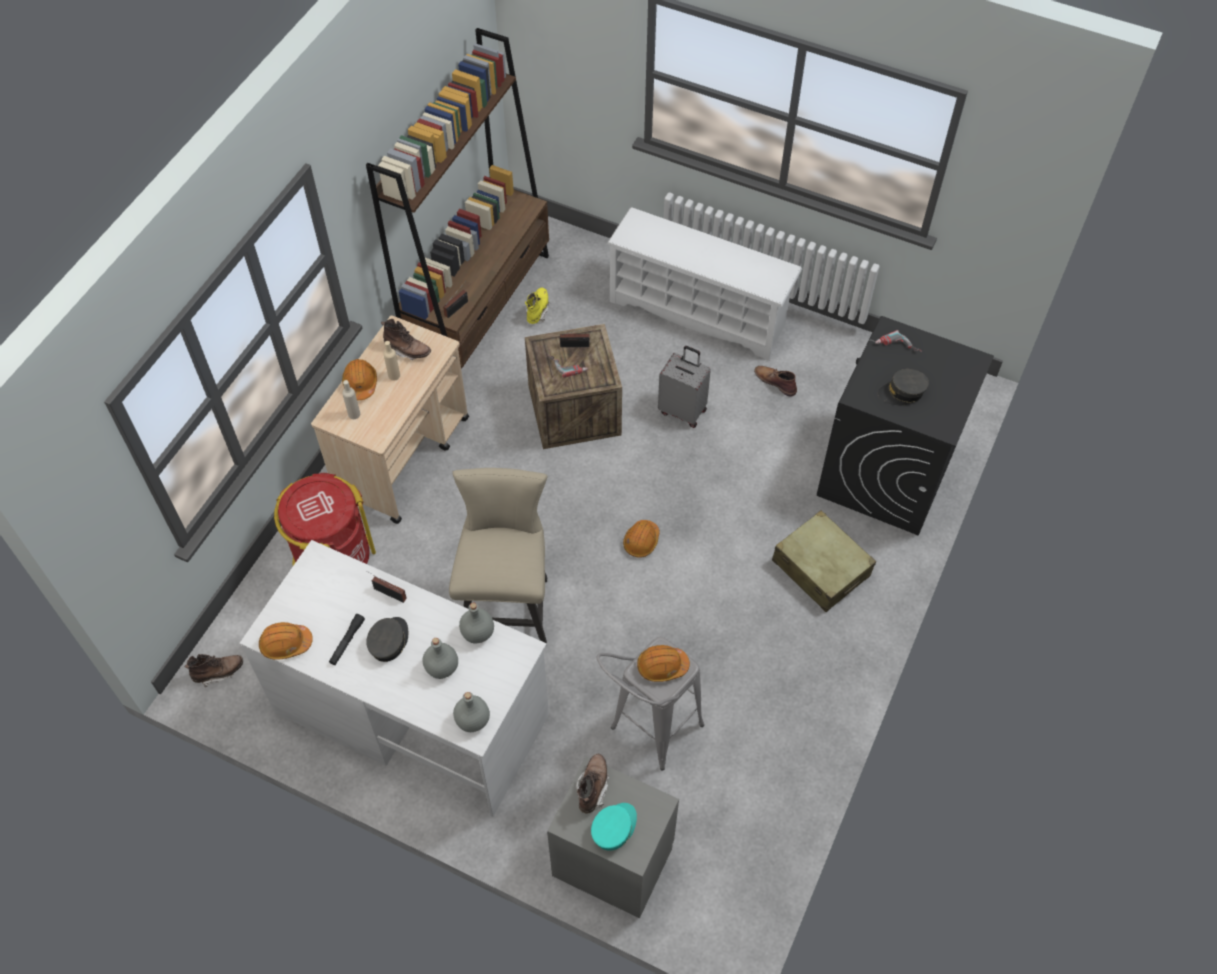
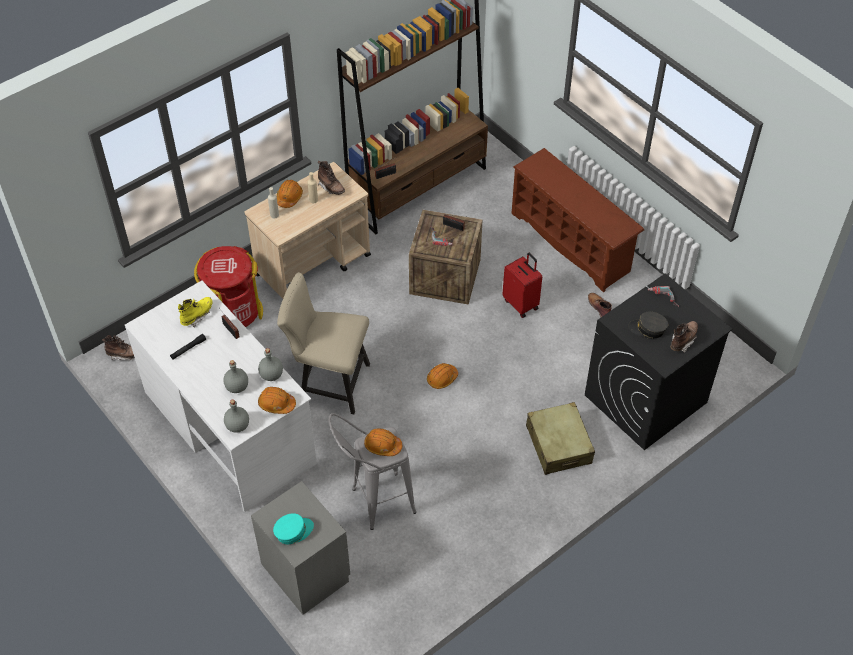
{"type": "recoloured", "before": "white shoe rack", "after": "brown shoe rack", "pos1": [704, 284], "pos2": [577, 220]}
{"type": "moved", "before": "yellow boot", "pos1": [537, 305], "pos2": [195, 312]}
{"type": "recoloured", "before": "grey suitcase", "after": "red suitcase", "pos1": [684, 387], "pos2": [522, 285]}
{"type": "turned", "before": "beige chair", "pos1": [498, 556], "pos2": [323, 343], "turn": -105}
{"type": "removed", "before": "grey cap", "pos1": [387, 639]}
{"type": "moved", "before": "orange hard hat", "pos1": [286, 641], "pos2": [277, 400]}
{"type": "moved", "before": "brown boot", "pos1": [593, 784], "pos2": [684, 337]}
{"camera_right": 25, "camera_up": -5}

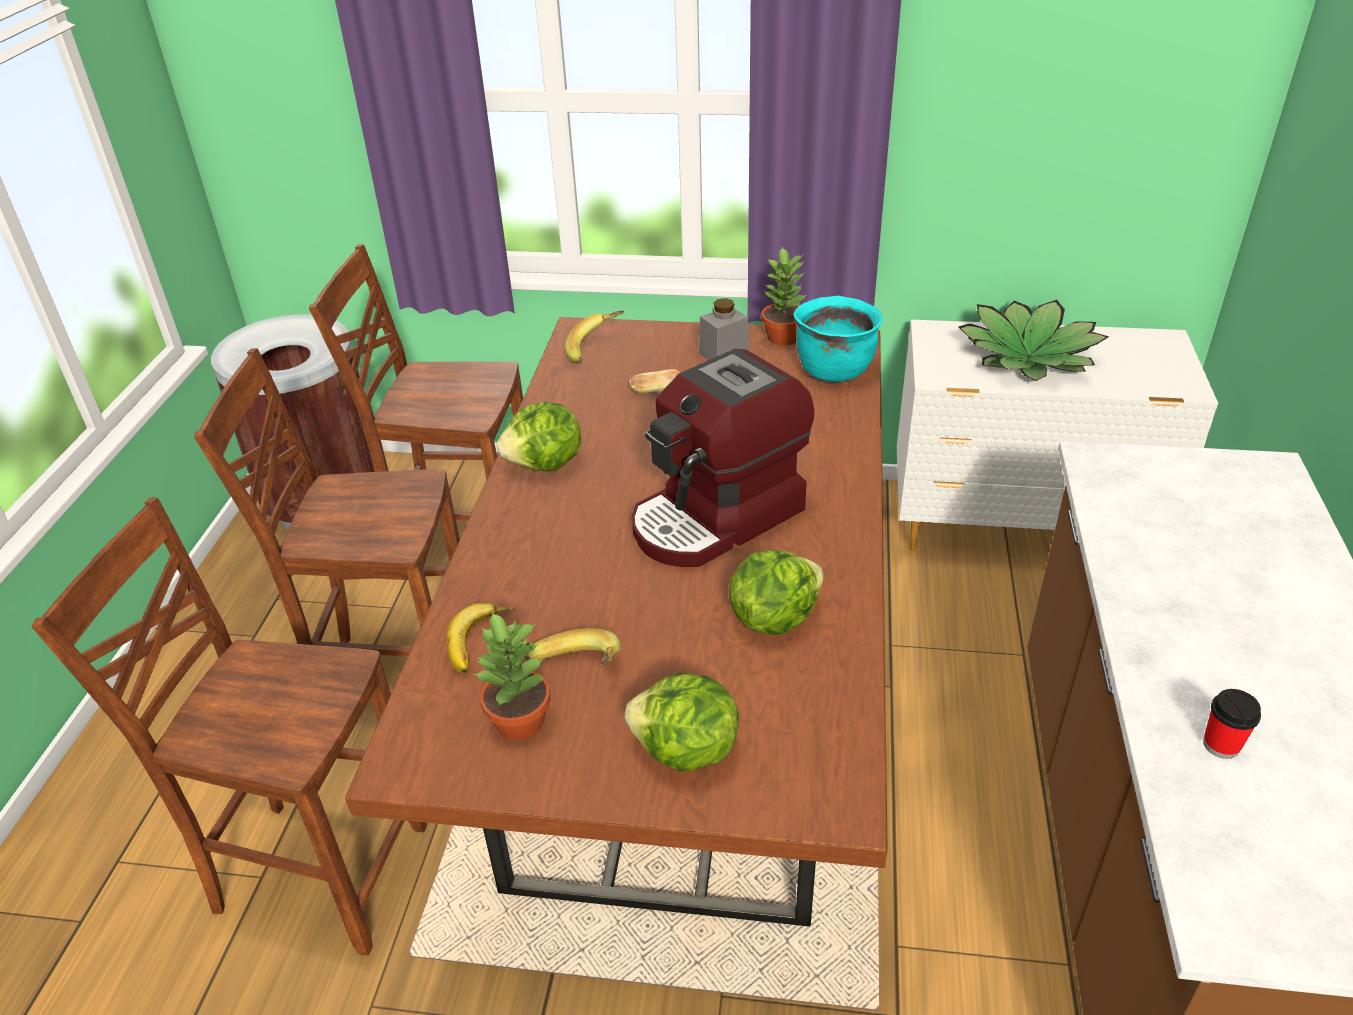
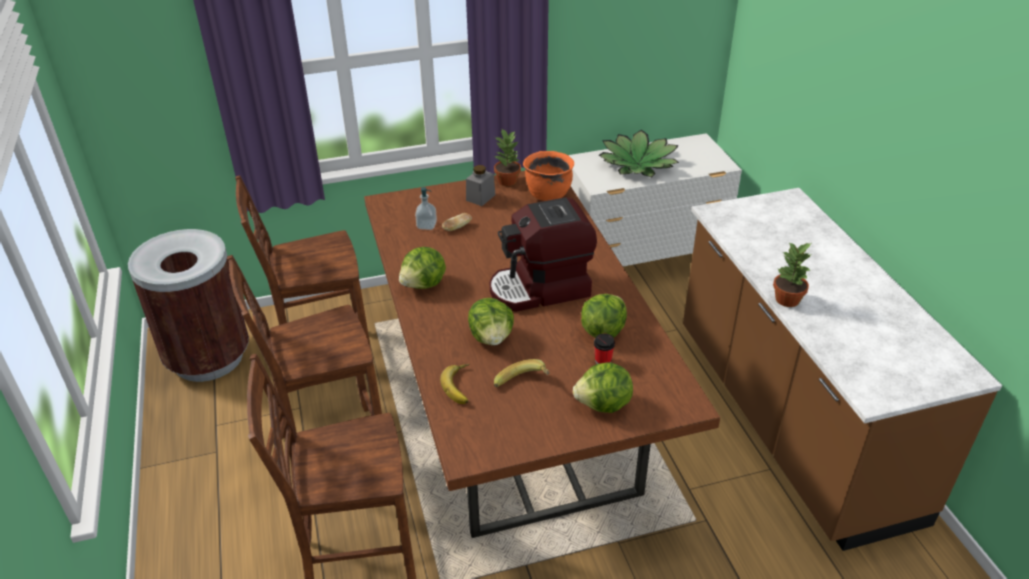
{"type": "recoloured", "before": "turquoise cooking pot", "after": "orange cooking pot", "pos1": [837, 339], "pos2": [548, 176]}
{"type": "removed", "before": "banana", "pos1": [594, 336]}
{"type": "turned", "before": "coffee machine", "pos1": [723, 458], "pos2": [543, 254], "turn": 45}
{"type": "moved", "before": "potted plant", "pos1": [512, 675], "pos2": [792, 274]}
{"type": "moved", "before": "cup", "pos1": [1232, 724], "pos2": [604, 348]}
{"type": "added", "after": "soap dispenser", "pos2": [426, 208]}
{"type": "added", "after": "lettuce", "pos2": [491, 321]}
{"camera_right": -25, "camera_up": 0}

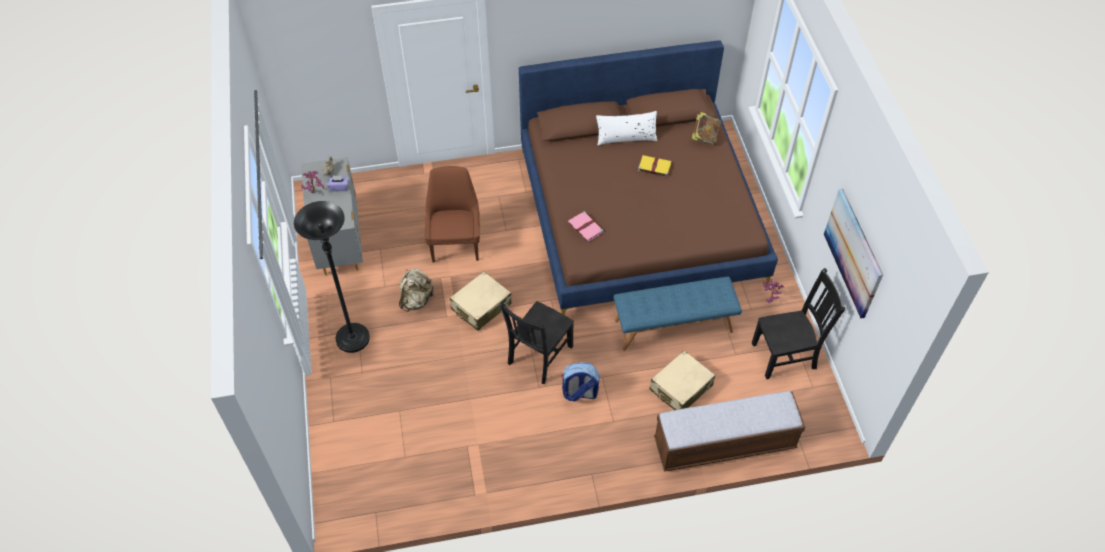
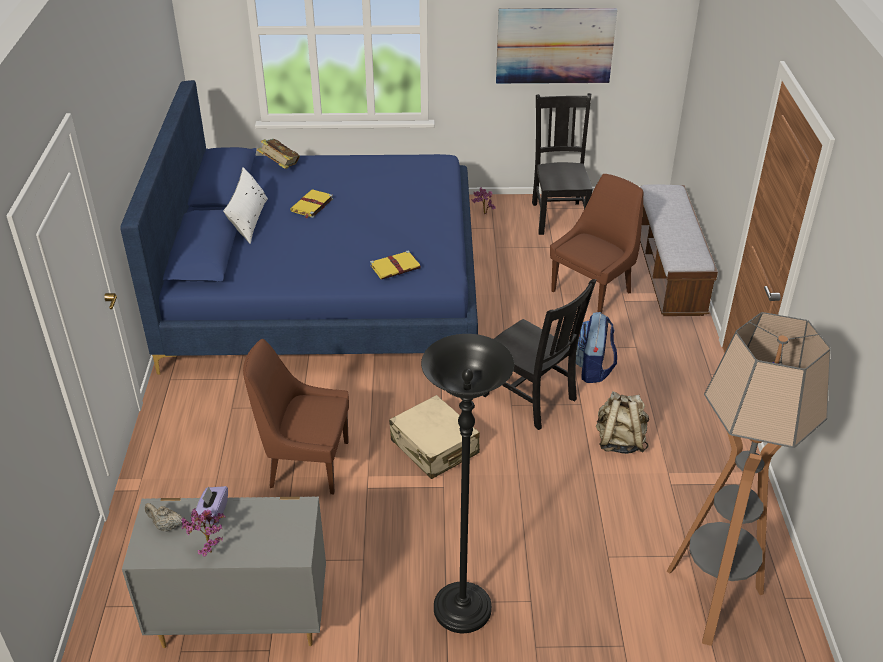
{"type": "recoloured", "before": "brown bed", "after": "blue bed", "pos1": [648, 177], "pos2": [299, 227]}
{"type": "recoloured", "before": "pink book", "after": "yellow book", "pos1": [585, 226], "pos2": [395, 265]}
{"type": "moved", "before": "beige backpack", "pos1": [416, 290], "pos2": [622, 422]}
{"type": "removed", "before": "blue bench", "pos1": [678, 314]}
{"type": "replaced", "before": "beige suitcase", "after": "brown chair", "pos1": [682, 380], "pos2": [596, 243]}
{"type": "added", "after": "floor lamp", "pos2": [749, 479]}
{"camera_right": -80, "camera_up": -15}

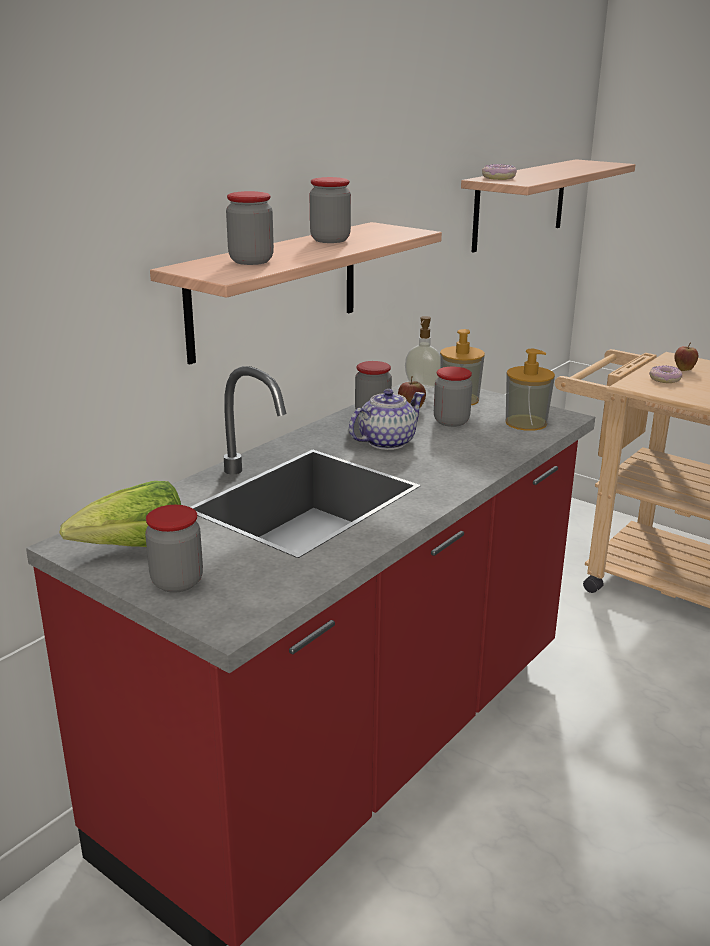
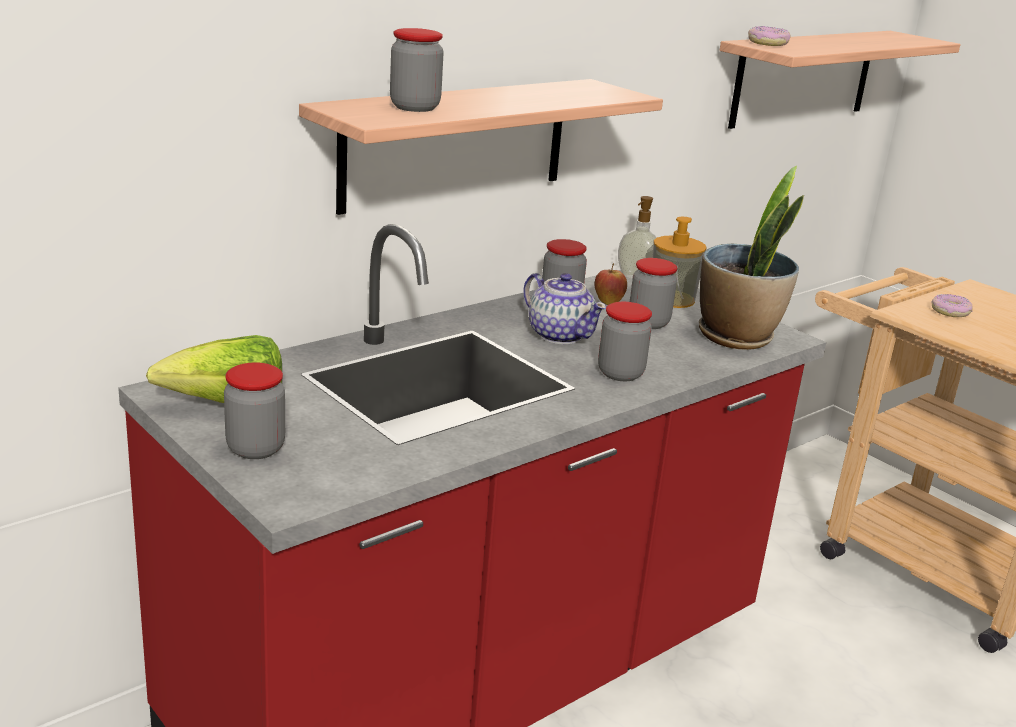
{"type": "moved", "before": "jar", "pos1": [330, 210], "pos2": [625, 341]}
{"type": "removed", "before": "apple", "pos1": [686, 356]}
{"type": "replaced", "before": "soap dispenser", "after": "potted plant", "pos1": [530, 390], "pos2": [751, 258]}
{"type": "turned", "before": "teapot", "pos1": [387, 419], "pos2": [565, 308], "turn": 75}
{"camera_right": 10, "camera_up": 0}

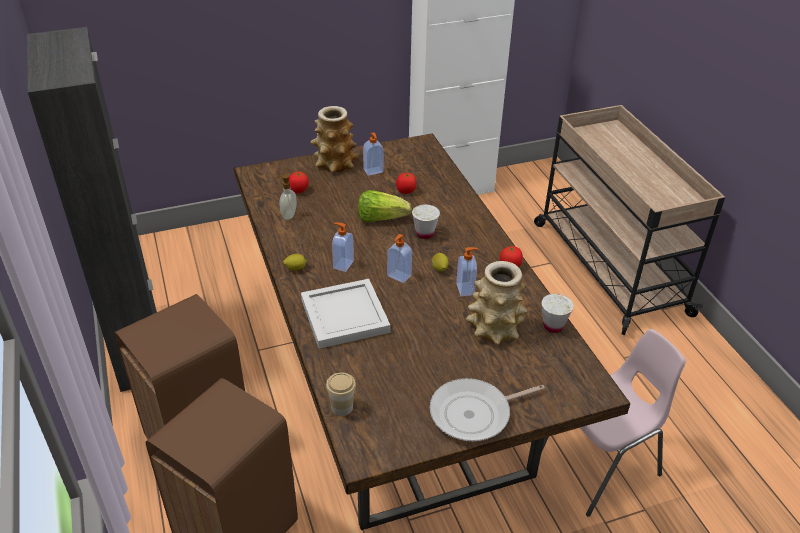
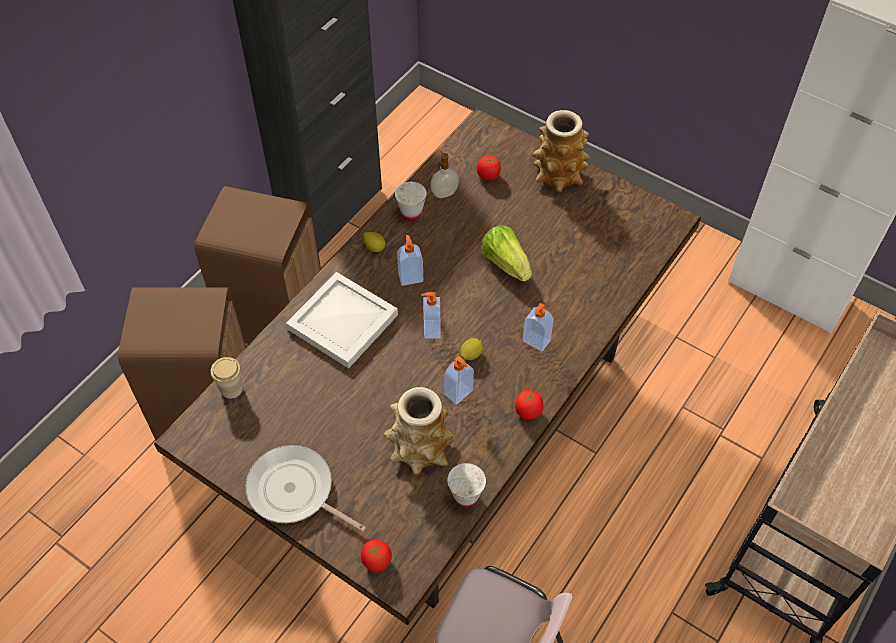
{"type": "moved", "before": "soap dispenser", "pos1": [373, 154], "pos2": [538, 327]}
{"type": "moved", "before": "tomato", "pos1": [406, 183], "pos2": [376, 556]}
{"type": "moved", "before": "white cup", "pos1": [426, 222], "pos2": [411, 201]}
{"camera_right": 55, "camera_up": 15}

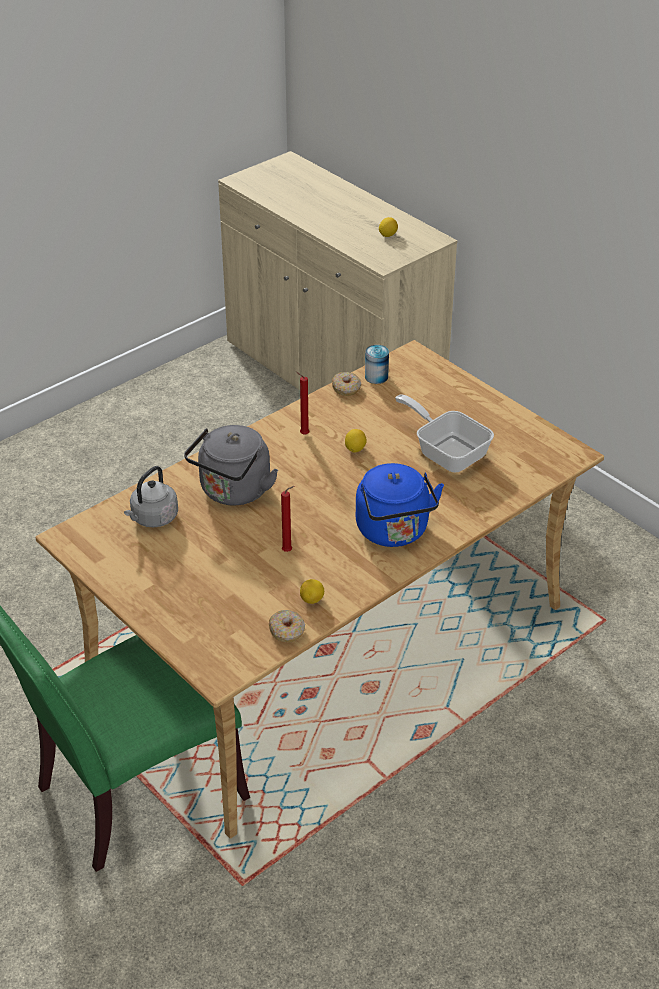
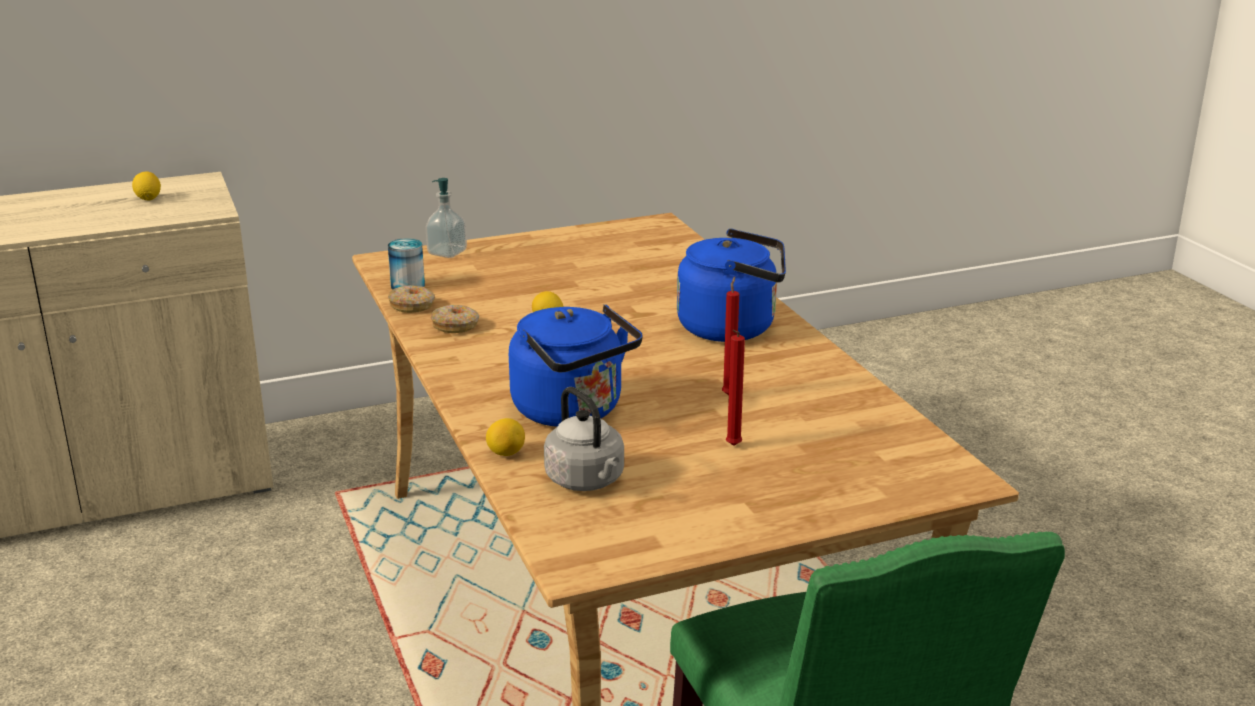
{"type": "moved", "before": "red candle", "pos1": [302, 403], "pos2": [735, 388]}
{"type": "removed", "before": "frying pan", "pos1": [444, 433]}
{"type": "recoloured", "before": "grey kettle", "after": "blue kettle", "pos1": [231, 465], "pos2": [575, 365]}
{"type": "moved", "before": "lemon", "pos1": [312, 591], "pos2": [505, 437]}
{"type": "moved", "before": "donut", "pos1": [287, 626], "pos2": [455, 319]}
{"type": "added", "after": "soap dispenser", "pos2": [446, 218]}
{"camera_right": -70, "camera_up": -15}

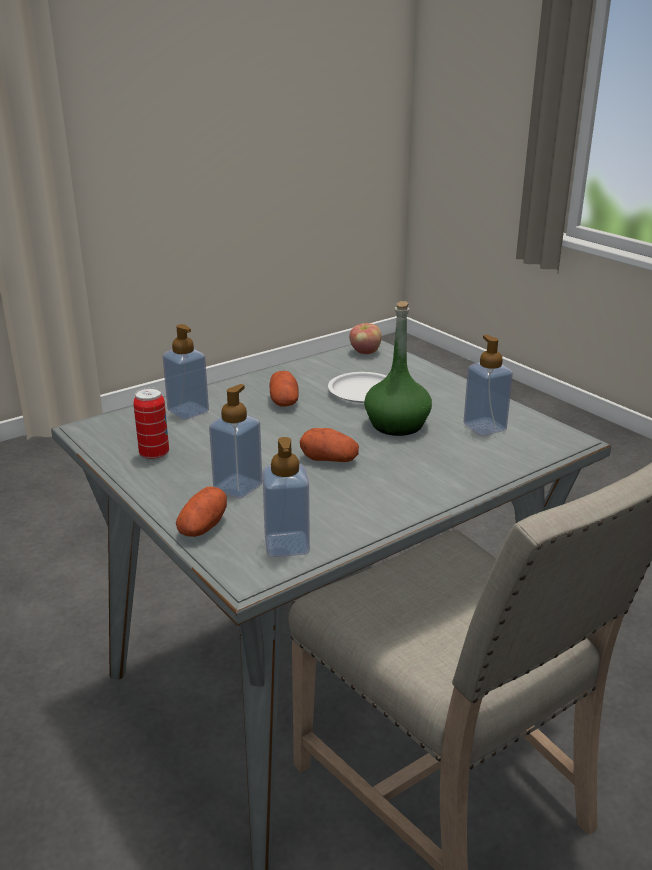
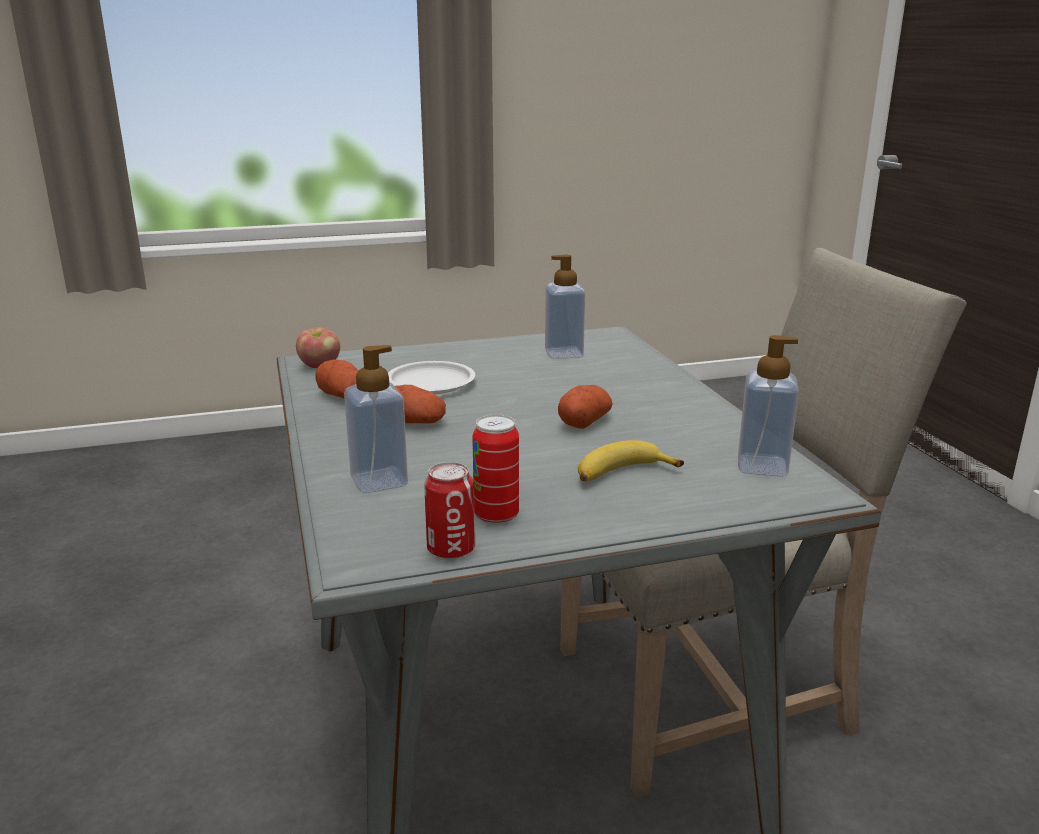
{"type": "removed", "before": "green bottle", "pos1": [398, 368]}
{"type": "replaced", "before": "soap dispenser", "after": "banana", "pos1": [235, 441], "pos2": [631, 460]}
{"type": "moved", "before": "potato", "pos1": [201, 511], "pos2": [337, 378]}
{"type": "added", "after": "can", "pos2": [449, 510]}
{"camera_right": -70, "camera_up": -5}

